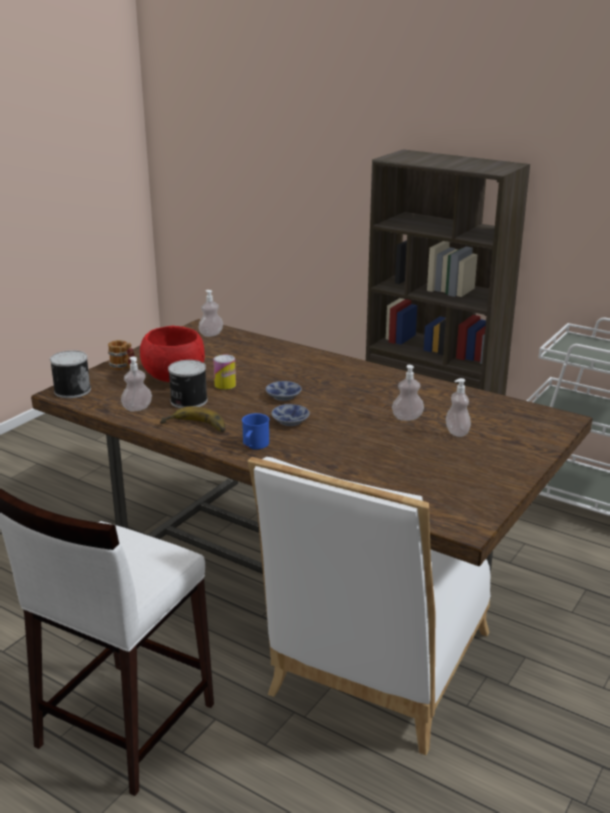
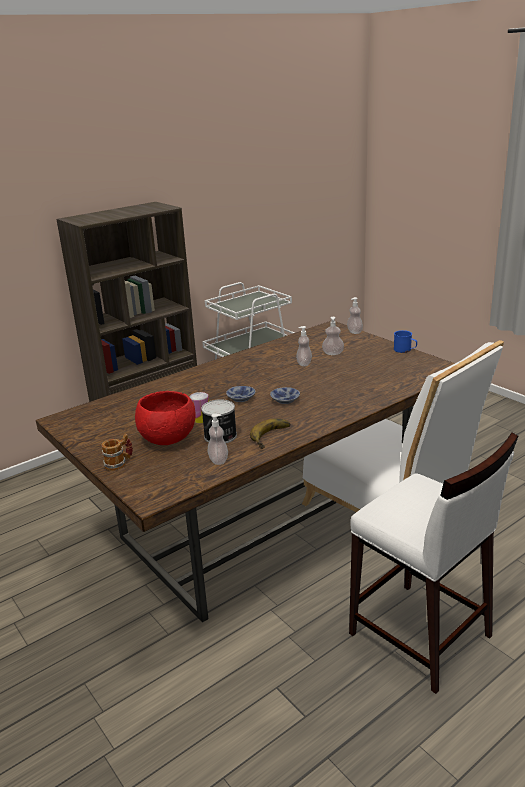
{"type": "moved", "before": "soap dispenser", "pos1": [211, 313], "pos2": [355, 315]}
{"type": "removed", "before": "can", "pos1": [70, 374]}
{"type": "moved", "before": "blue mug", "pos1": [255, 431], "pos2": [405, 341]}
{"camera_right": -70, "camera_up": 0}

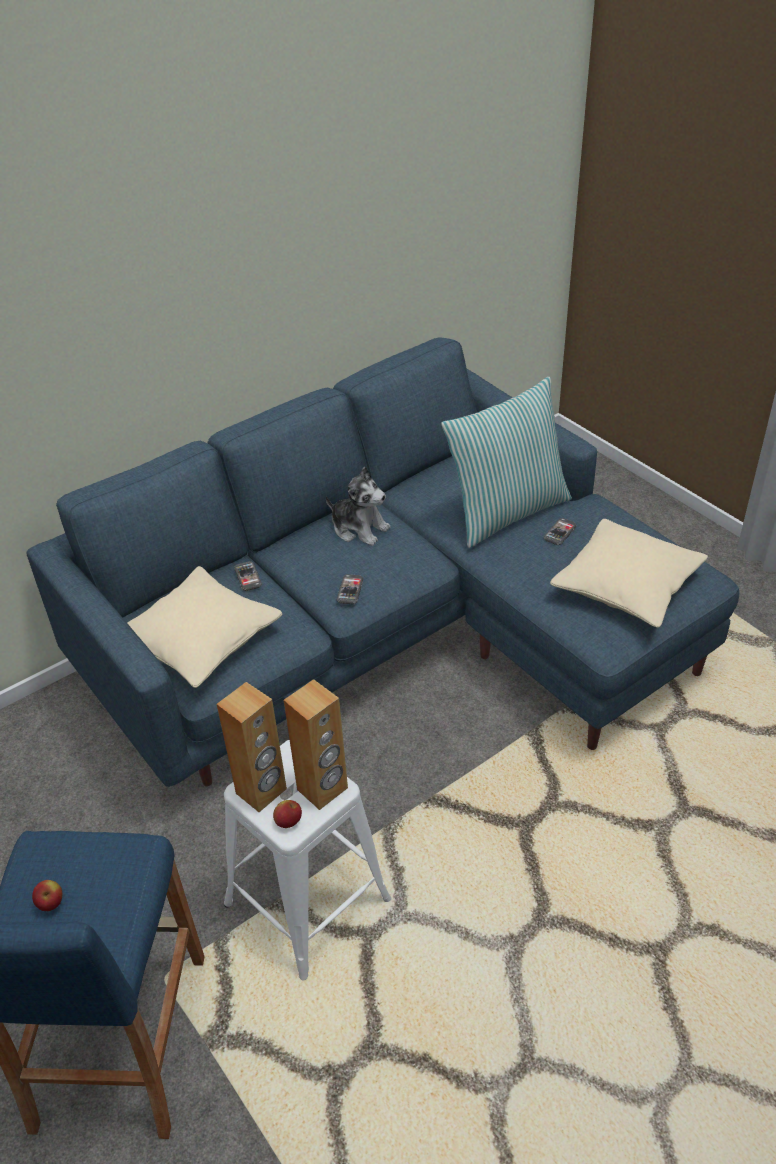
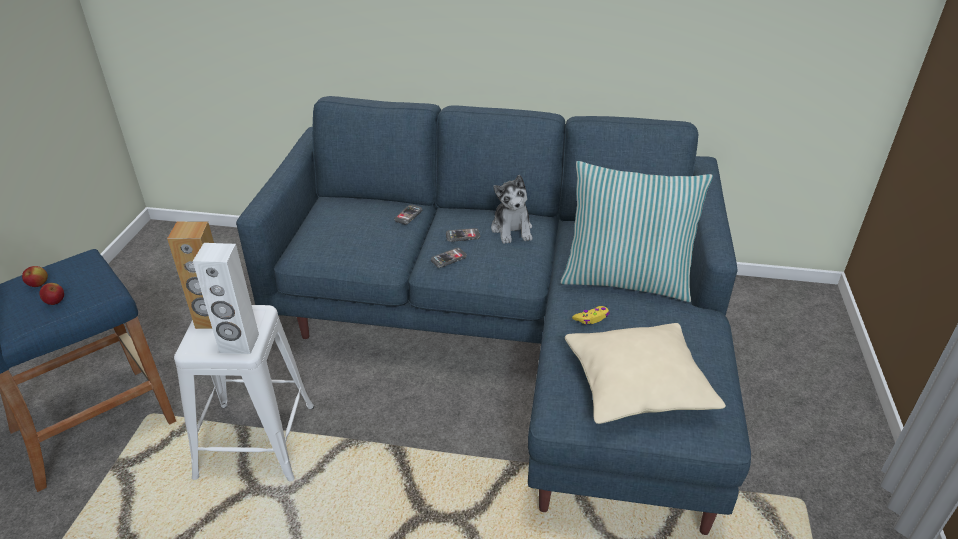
{"type": "moved", "before": "phone", "pos1": [560, 531], "pos2": [463, 235]}
{"type": "removed", "before": "beige pillow", "pos1": [204, 627]}
{"type": "recoloured", "before": "brown speaker", "after": "white speaker", "pos1": [316, 744], "pos2": [226, 298]}
{"type": "moved", "before": "apple", "pos1": [287, 814], "pos2": [51, 294]}
{"type": "added", "after": "yellow game controller", "pos2": [591, 315]}
{"camera_right": 45, "camera_up": -5}

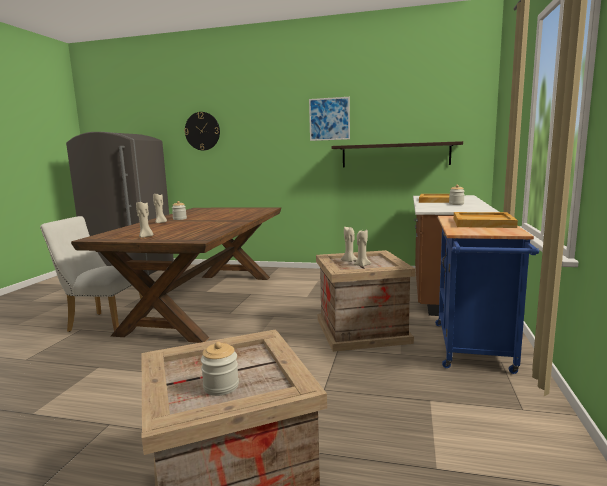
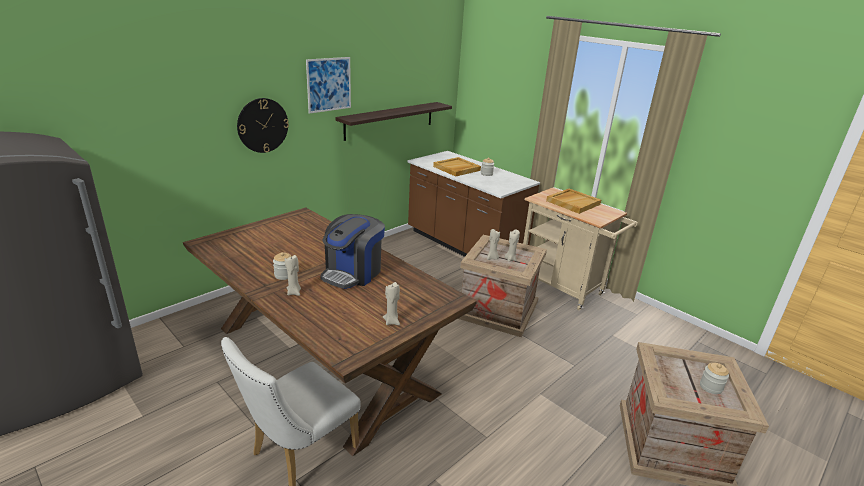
{"type": "moved", "before": "wall clock", "pos1": [202, 131], "pos2": [263, 125]}
{"type": "recoloured", "before": "blue cart", "after": "beige cart", "pos1": [487, 295], "pos2": [580, 249]}
{"type": "added", "after": "coffee machine", "pos2": [352, 251]}
{"camera_right": -60, "camera_up": 15}

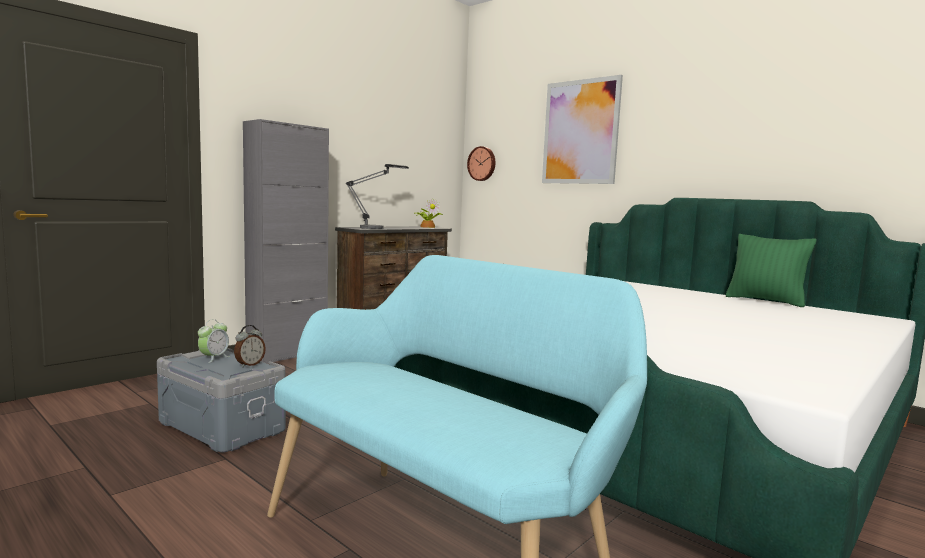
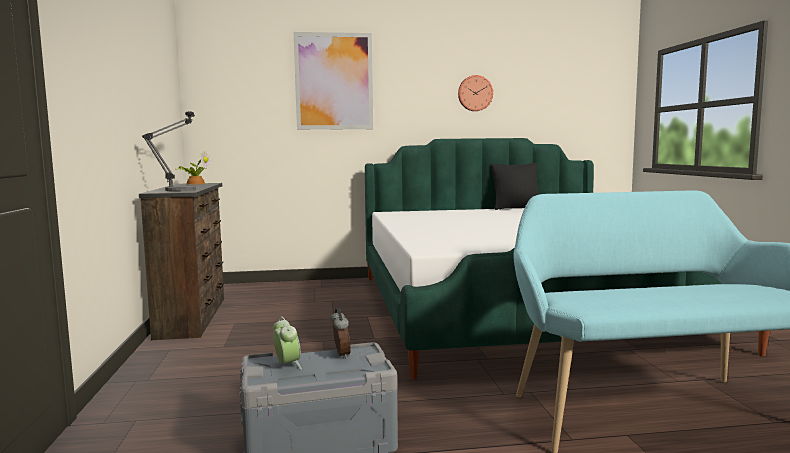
{"type": "removed", "before": "grey cabinet", "pos1": [286, 241]}
{"type": "moved", "before": "wall clock", "pos1": [481, 163], "pos2": [475, 93]}
{"type": "recoloured", "before": "green pillow", "after": "black pillow", "pos1": [771, 270], "pos2": [515, 186]}
{"camera_right": -50, "camera_up": 0}

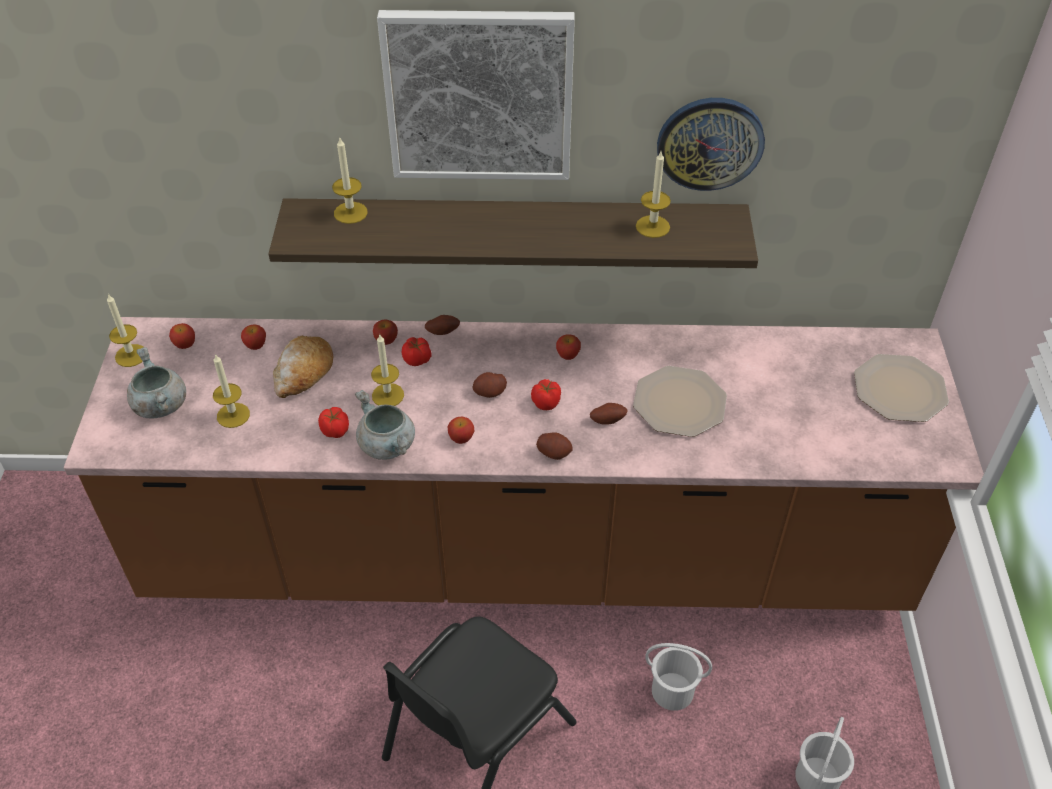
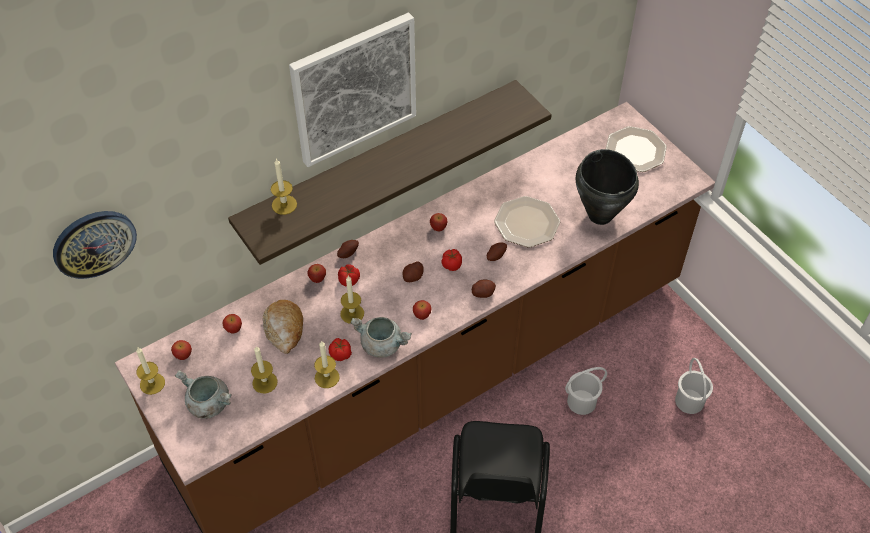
{"type": "moved", "before": "wall clock", "pos1": [711, 144], "pos2": [95, 245]}
{"type": "moved", "before": "candle", "pos1": [653, 195], "pos2": [327, 364]}
{"type": "added", "after": "black cooking pot", "pos2": [607, 187]}
{"camera_right": -35, "camera_up": 5}

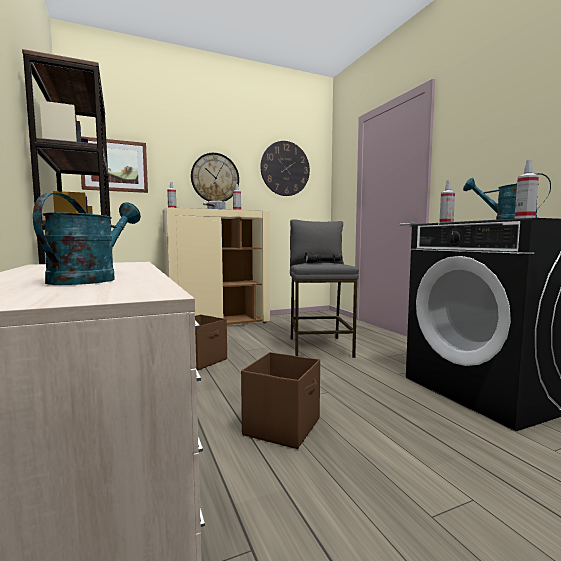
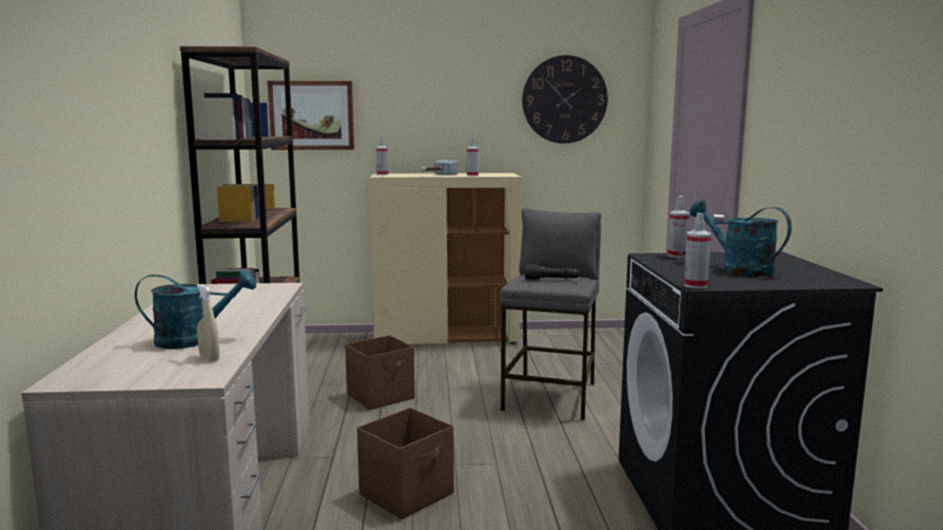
{"type": "removed", "before": "wall clock", "pos1": [215, 177]}
{"type": "turned", "before": "turquoise watering can", "pos1": [87, 239], "pos2": [195, 309], "turn": 45}
{"type": "added", "after": "beige spray bottle", "pos2": [208, 322]}
{"camera_right": 20, "camera_up": 5}

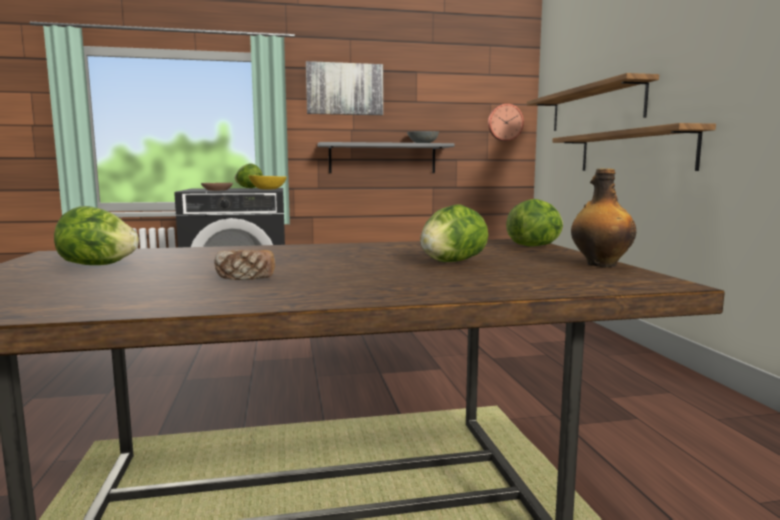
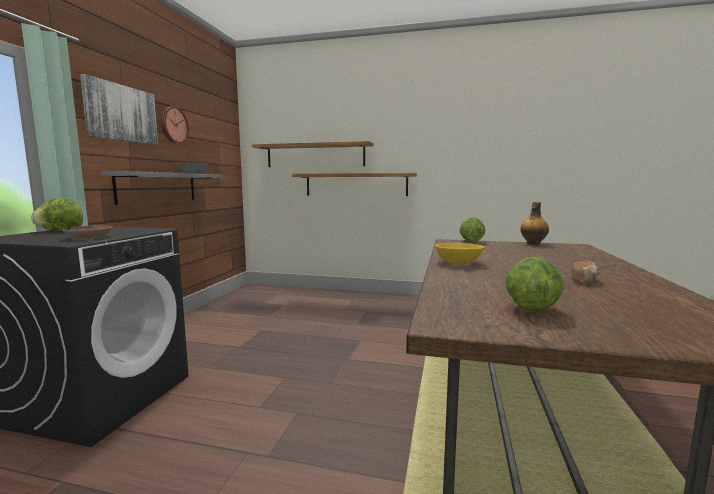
{"type": "moved", "before": "wall clock", "pos1": [506, 122], "pos2": [175, 125]}
{"type": "moved", "before": "yellow bowl", "pos1": [267, 182], "pos2": [460, 253]}
{"type": "removed", "before": "lettuce", "pos1": [454, 233]}
{"camera_right": -65, "camera_up": 0}

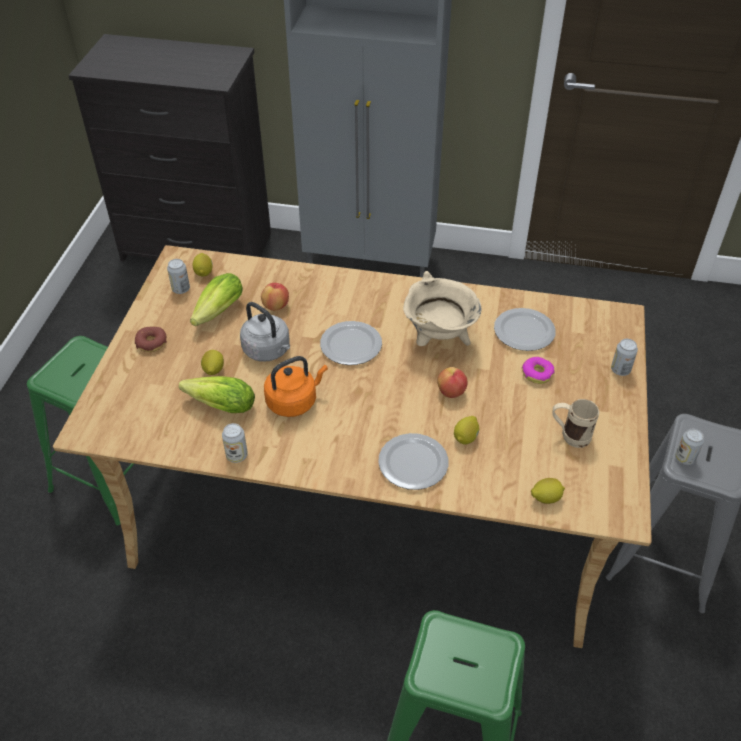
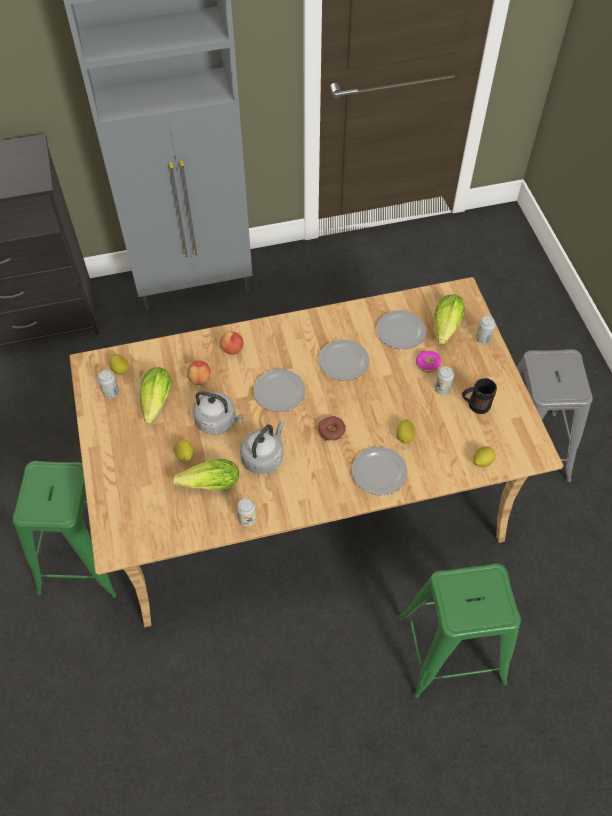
{"type": "replaced", "before": "beige cooking pot", "after": "plate", "pos1": [442, 308], "pos2": [344, 360]}
{"type": "moved", "before": "donut", "pos1": [151, 339], "pos2": [332, 428]}
{"type": "recoloured", "before": "orange kettle", "after": "grey kettle", "pos1": [296, 386], "pos2": [262, 447]}
{"type": "moved", "before": "apple", "pos1": [452, 382], "pos2": [231, 343]}
{"type": "recoloured", "before": "beige mug", "after": "black mug", "pos1": [575, 423], "pos2": [479, 396]}
{"type": "moved", "before": "can", "pos1": [689, 447], "pos2": [444, 380]}
{"type": "added", "after": "lettuce", "pos2": [449, 319]}
{"camera_right": -25, "camera_up": 10}

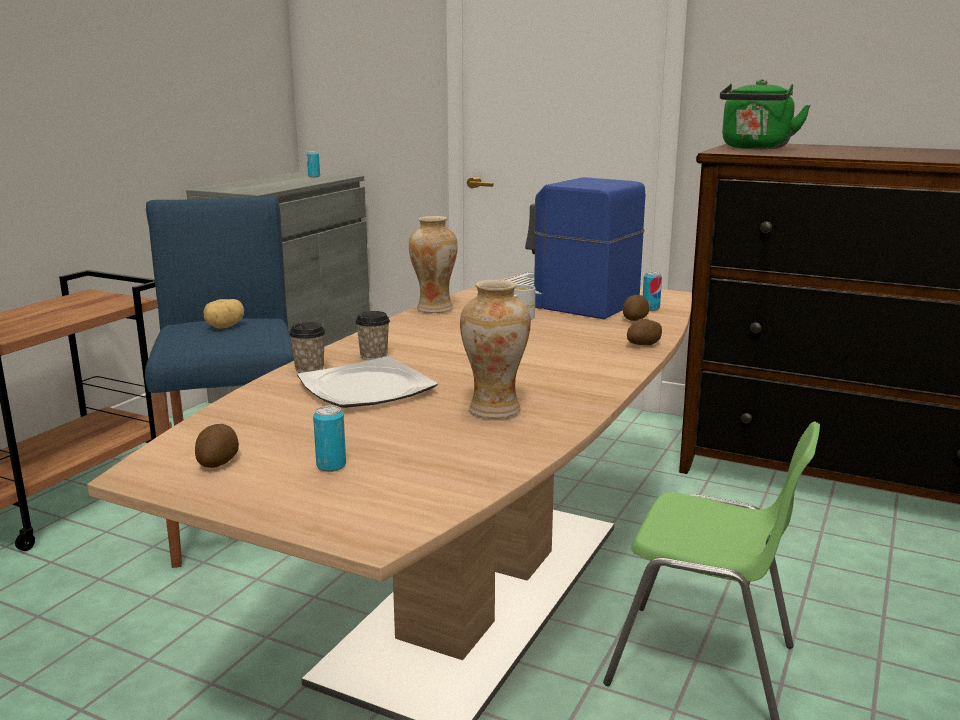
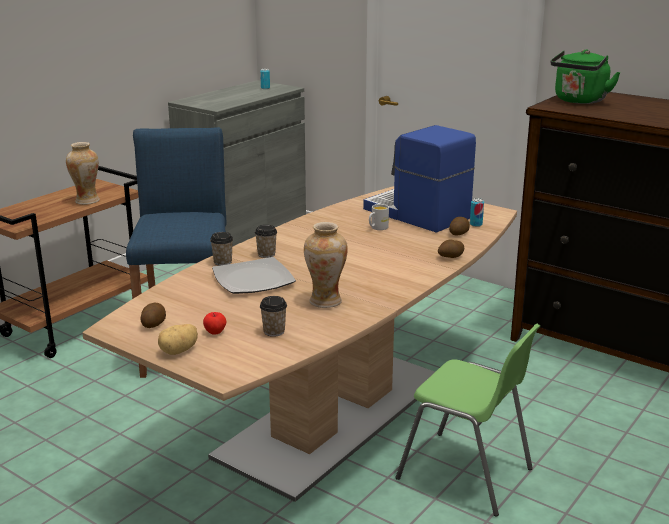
{"type": "moved", "before": "vase", "pos1": [433, 264], "pos2": [83, 173]}
{"type": "moved", "before": "potato", "pos1": [224, 314], "pos2": [178, 339]}
{"type": "replaced", "before": "can", "after": "apple", "pos1": [329, 439], "pos2": [214, 323]}
{"type": "added", "after": "cup", "pos2": [273, 316]}
{"camera_right": 10, "camera_up": 5}

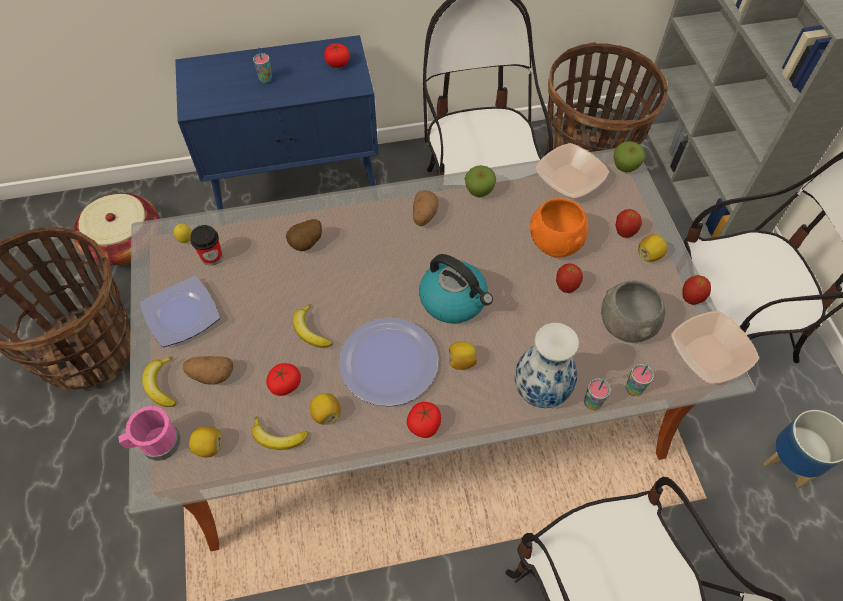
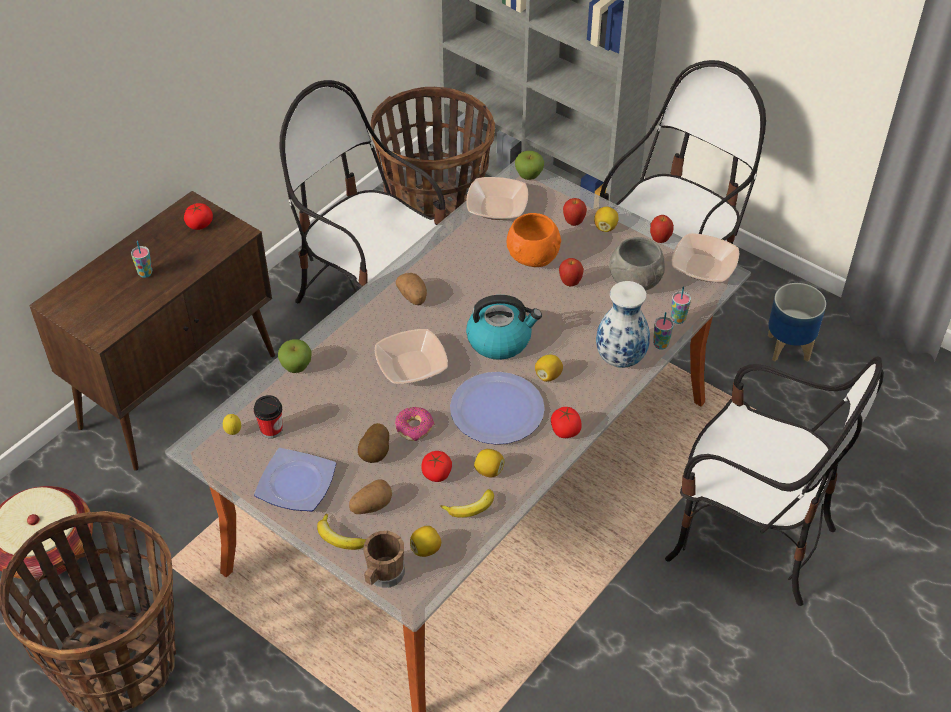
{"type": "recoloured", "before": "blue cabinet", "after": "brown cabinet", "pos1": [277, 122], "pos2": [152, 331]}
{"type": "moved", "before": "apple", "pos1": [480, 181], "pos2": [295, 356]}
{"type": "moved", "before": "potato", "pos1": [304, 235], "pos2": [373, 443]}
{"type": "replaced", "before": "banana", "after": "donut", "pos1": [312, 326], "pos2": [415, 424]}
{"type": "recoloured", "before": "pink mug", "after": "brown mug", "pos1": [149, 433], "pos2": [384, 559]}
{"type": "added", "after": "bowl", "pos2": [411, 356]}
{"camera_right": -40, "camera_up": -10}

